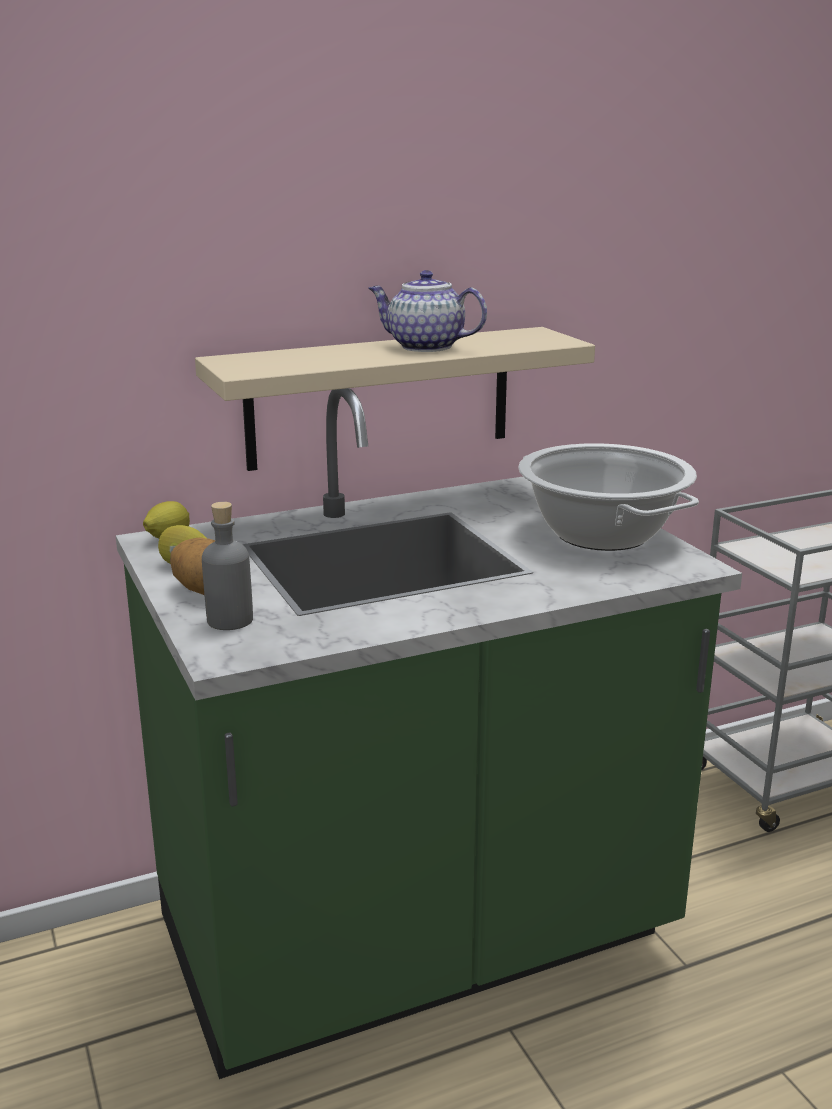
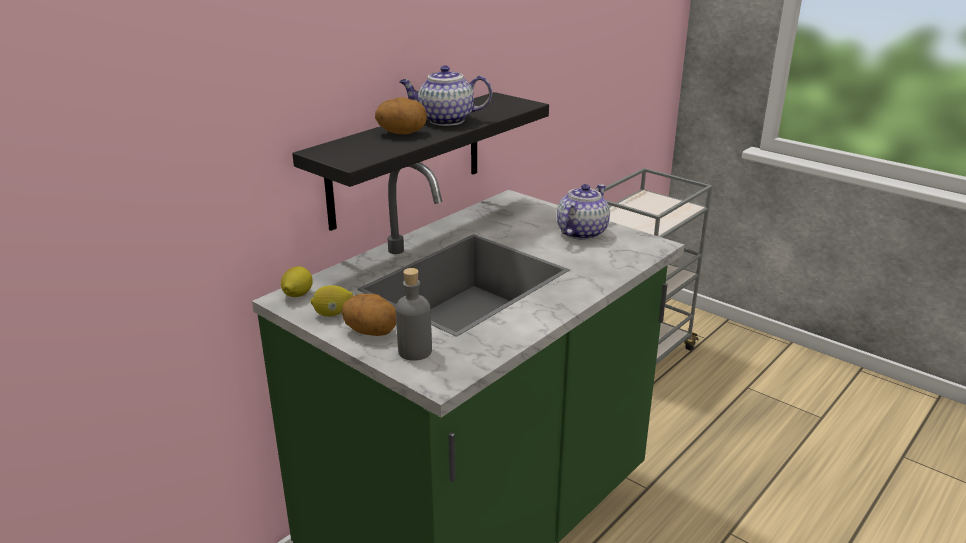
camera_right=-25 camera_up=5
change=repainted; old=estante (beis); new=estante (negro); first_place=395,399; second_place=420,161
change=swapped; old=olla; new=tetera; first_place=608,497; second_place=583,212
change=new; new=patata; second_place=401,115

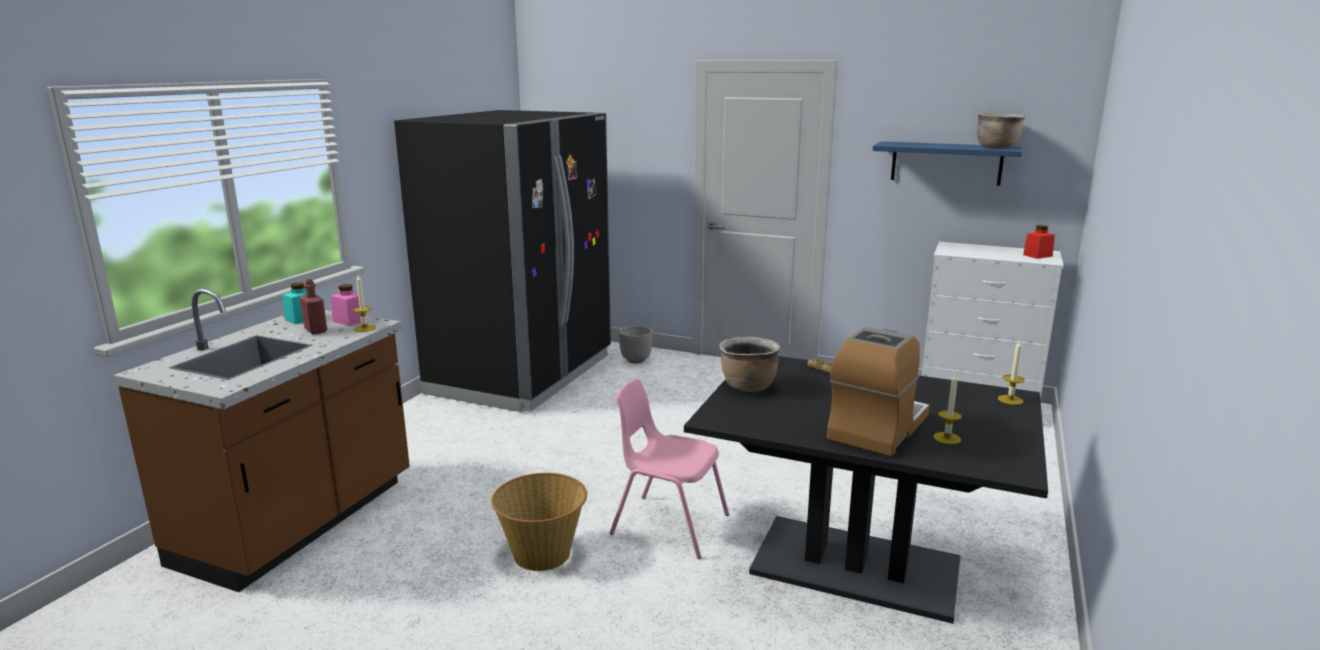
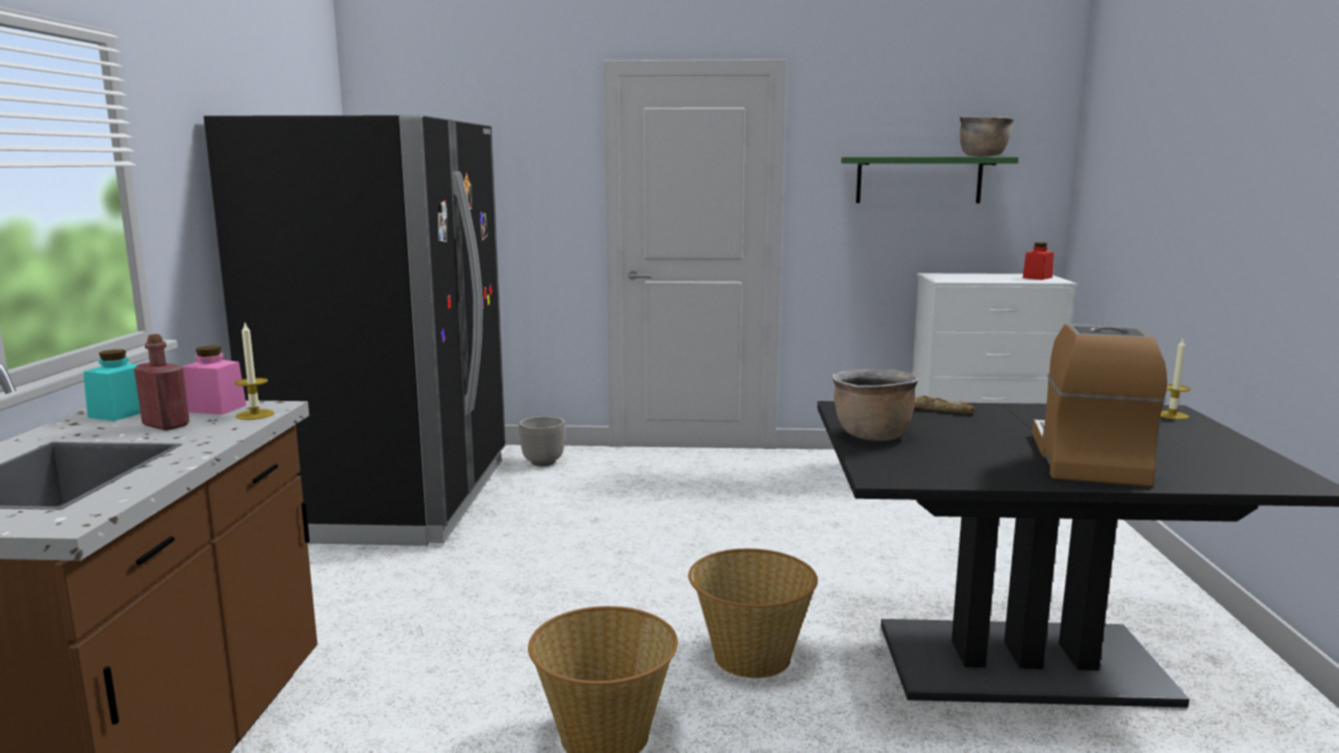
camera_right=-20 camera_up=-5
change=swapped; old=silla (rosa); new=cesta; first_place=669,469; second_place=753,613
change=repainted; old=estante (azul); new=estante (verde); first_place=947,163; second_place=930,180
change=gone; old=vela; first_place=947,408

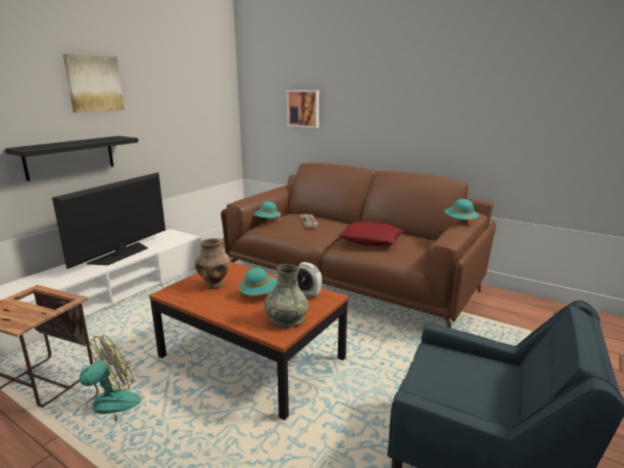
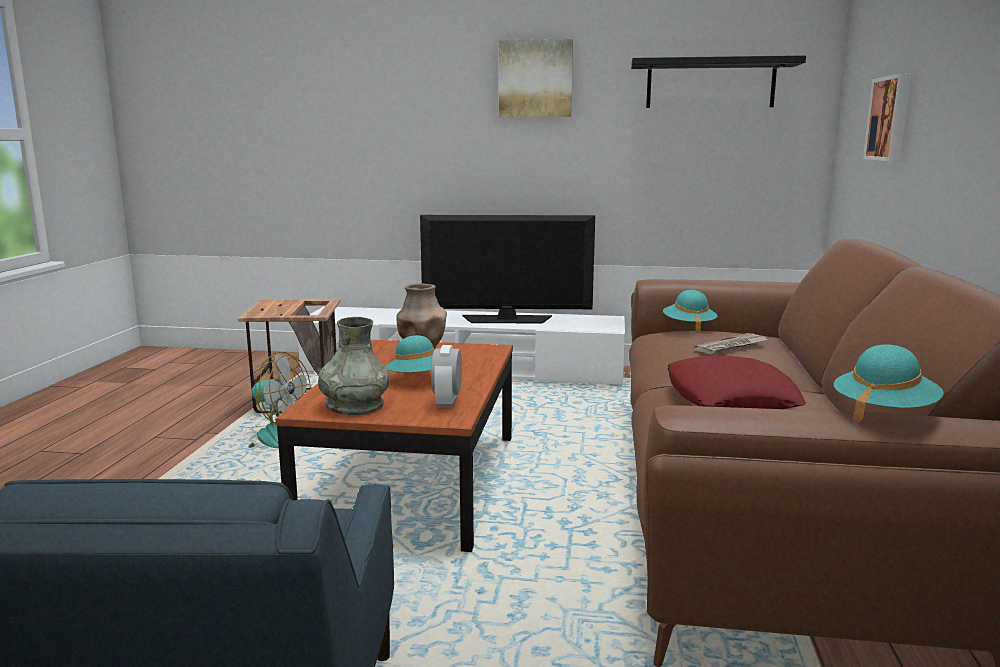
camera_right=65 camera_up=-5
change=shifted; old=estante (negro); first_place=71,158; second_place=718,81

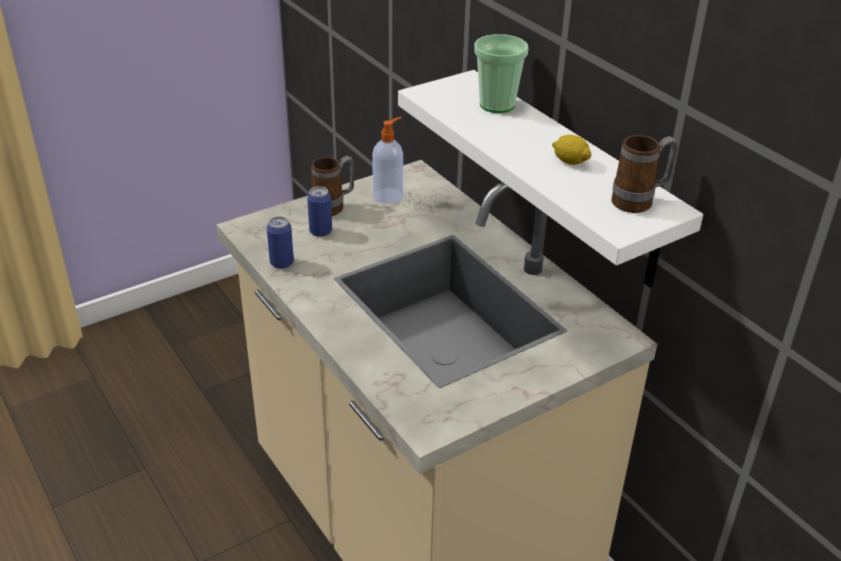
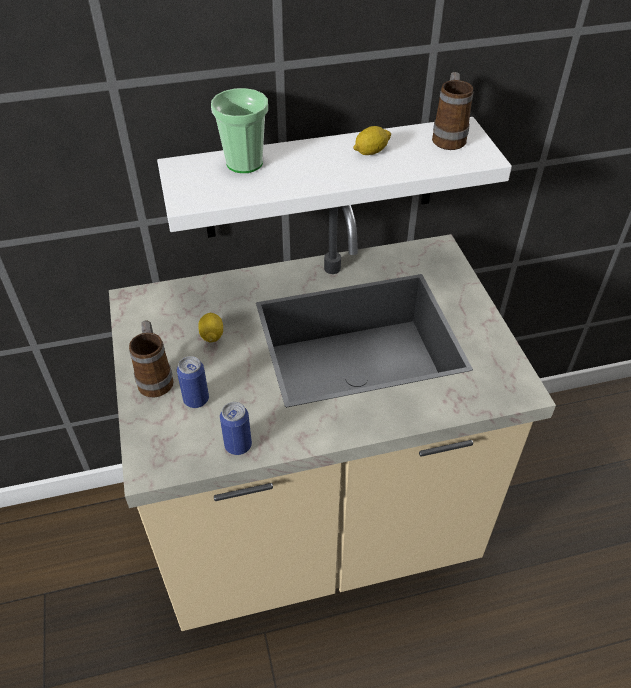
camera_right=-70 camera_up=10
change=gone; old=dispensador de jabón; first_place=387,160
change=new; new=limón; second_place=210,327

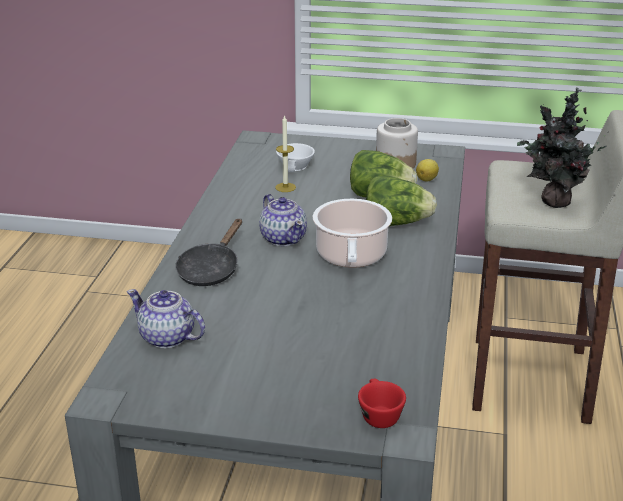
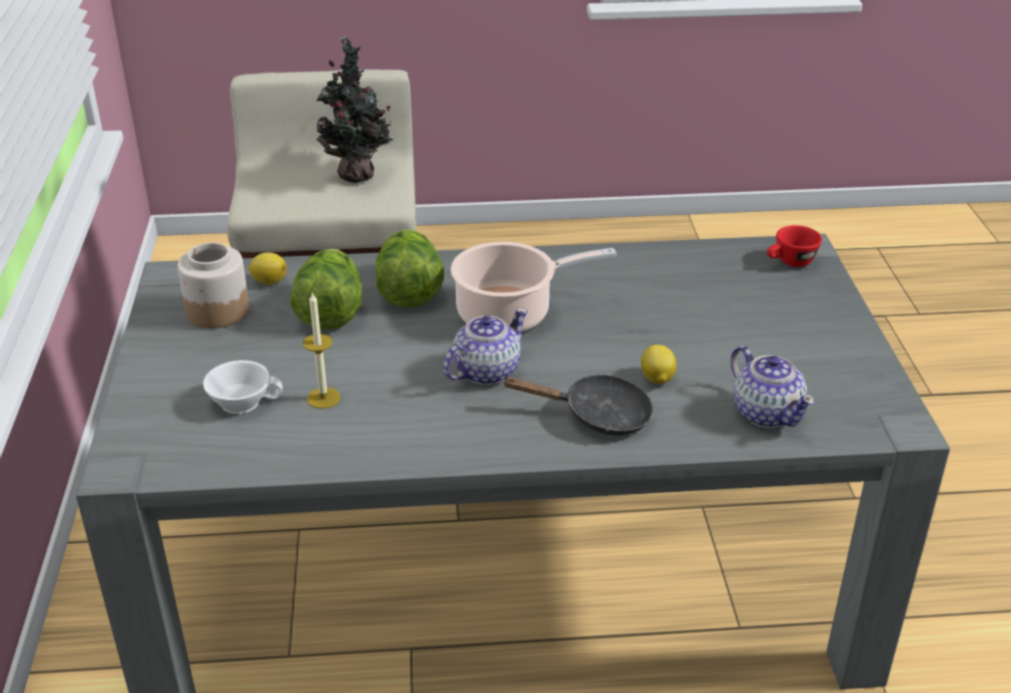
camera_right=-105 camera_up=5
change=rotated; old=tetera; first_place=166,318; second_place=772,387; degrees=-45
change=new; new=limón; second_place=658,364

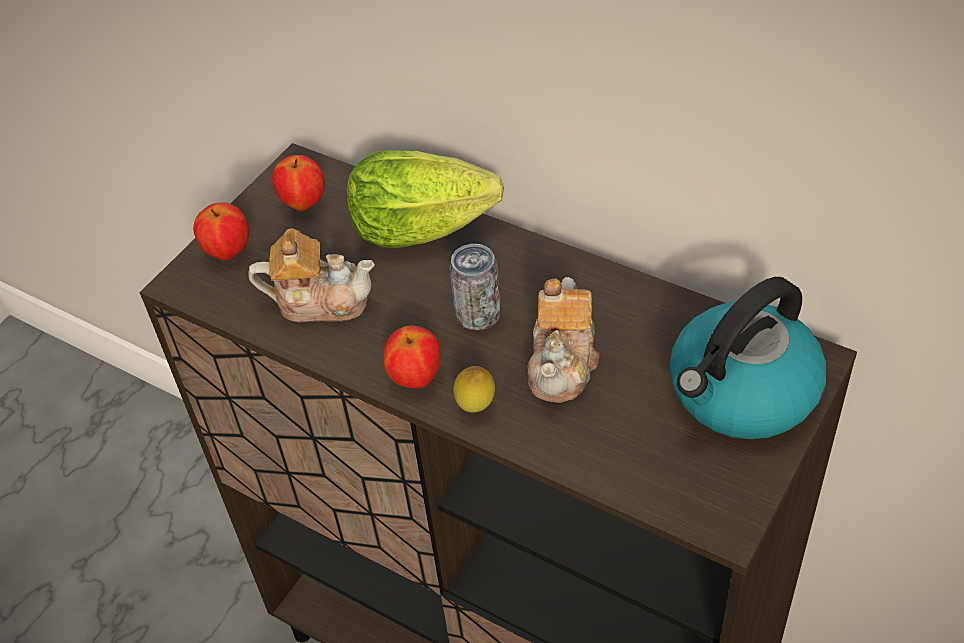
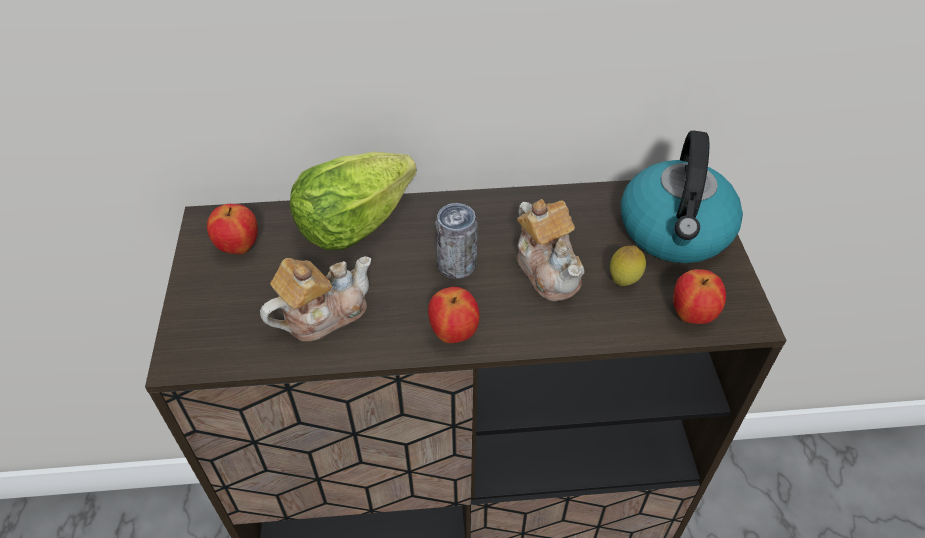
camera_right=-40 camera_up=0
change=shifted; old=manzana; first_place=221,231; second_place=699,296
change=shifted; old=limón; first_place=474,389; second_place=628,266

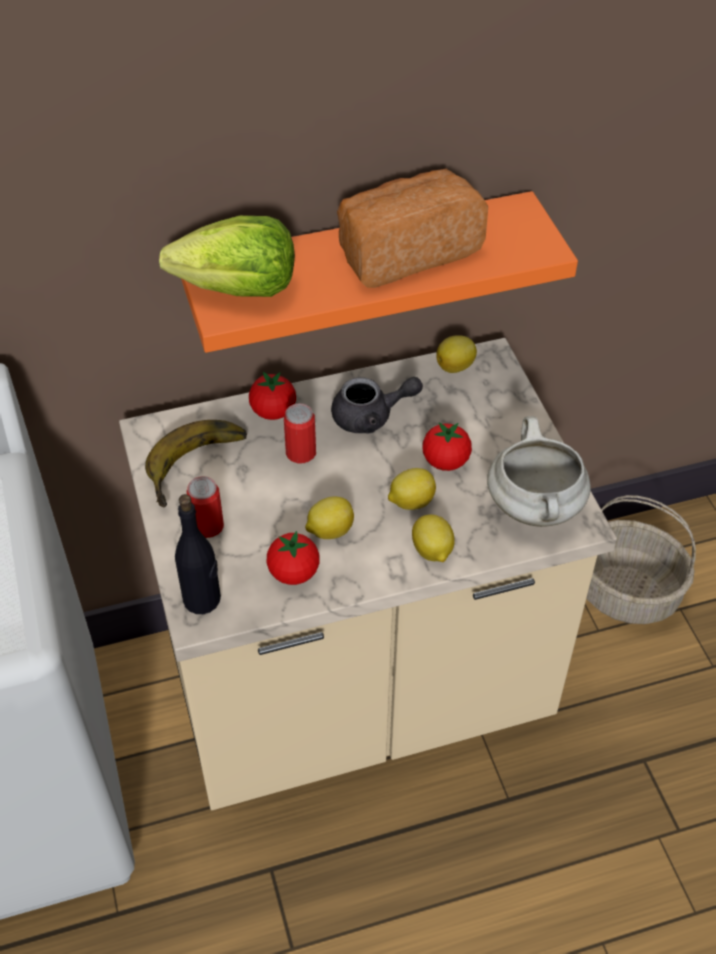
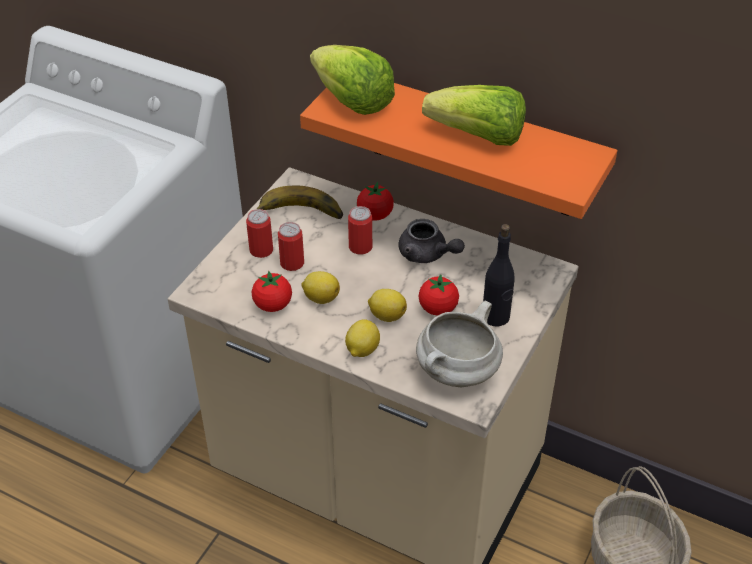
camera_right=45 camera_up=-5
change=shifted; old=botella (negro); first_place=198,554; second_place=499,275
change=swapped; old=pan; new=lechuga; first_place=412,228; second_place=474,115
change=gone; old=limón; first_place=456,354
change=new; new=lata; second_place=291,246

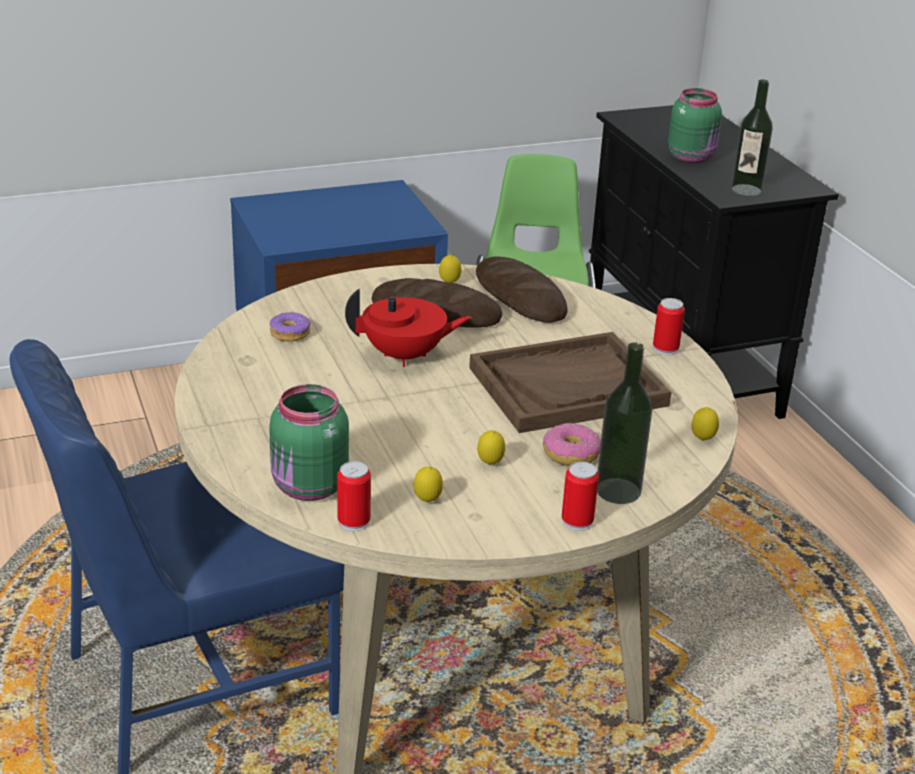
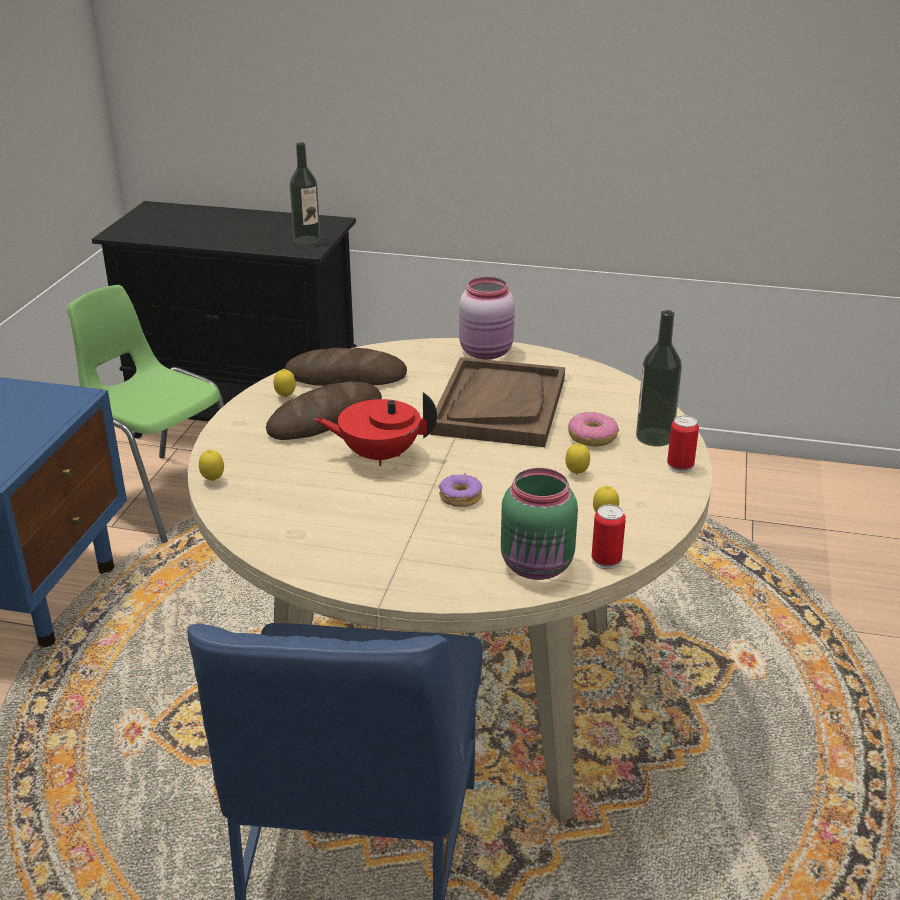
camera_right=-55 camera_up=0
change=shifted; old=rosquilla; first_place=290,327; second_place=460,490
change=rotated; old=tetera (rojo); first_place=408,327; second_place=376,429; degrees=-120
change=swapped; old=lata; new=tarro (rosa); first_place=669,326; second_place=487,318
change=gone; old=tarro (verde); first_place=695,125
change=shifted; old=limón; first_place=705,424; second_place=211,465

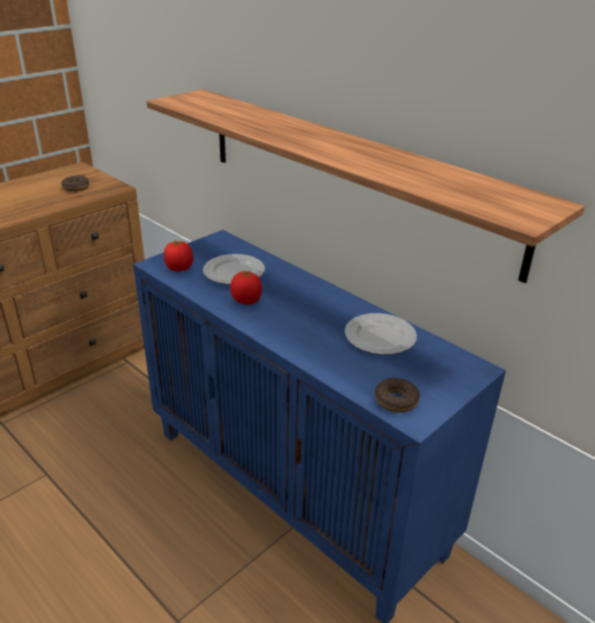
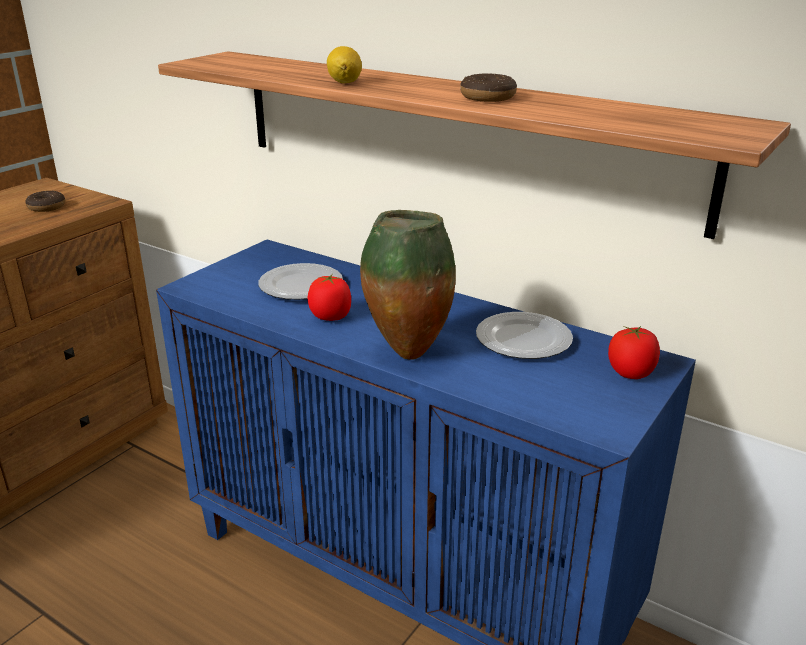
camera_right=-10 camera_up=-5
change=shifted; old=tomate; first_place=178,256; second_place=634,352
change=shifted; old=rosquilla; first_place=397,395; second_place=488,87
change=new; new=limón; second_place=344,64
change=new; new=florero; second_place=408,285

